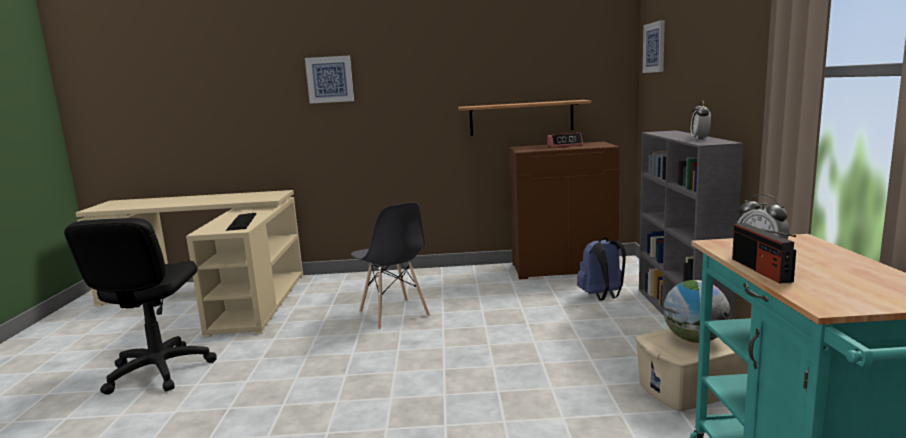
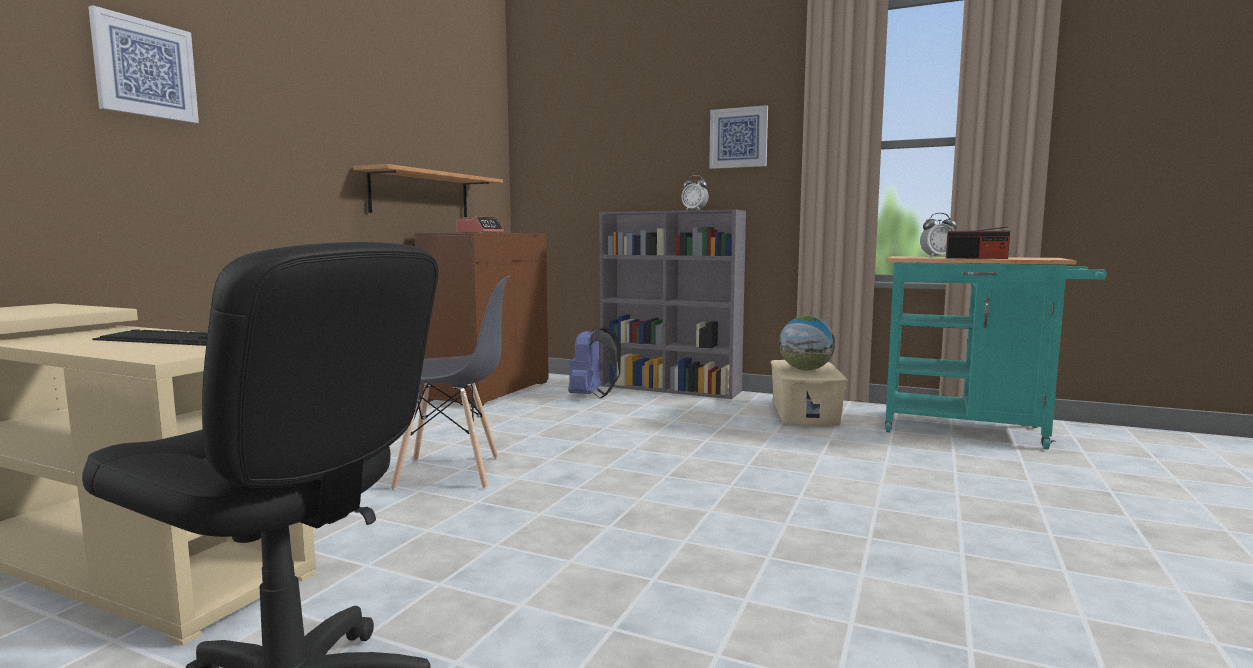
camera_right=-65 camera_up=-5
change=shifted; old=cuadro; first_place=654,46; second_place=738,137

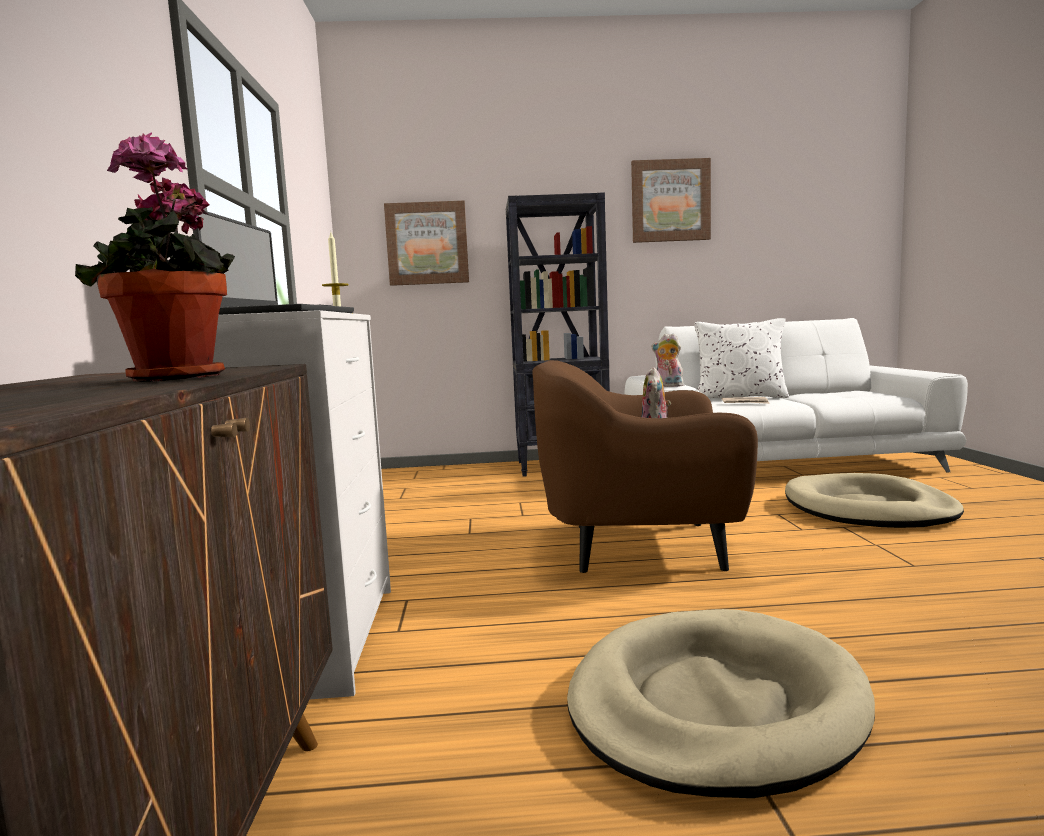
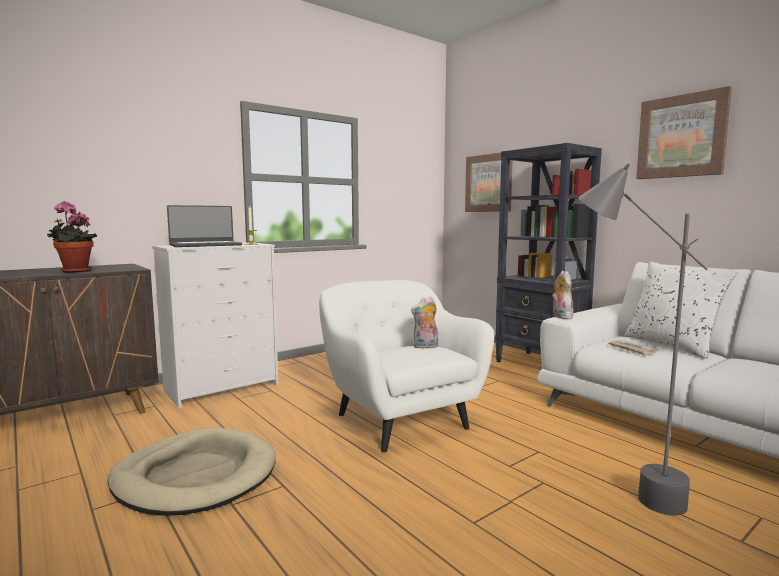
camera_right=55 camera_up=0
change=repainted; old=sillón (marrón); new=sillón (blanco); first_place=645,466; second_place=406,366
change=swapped; old=cama para perro (beis); new=lámpara de pie (gris); first_place=874,500; second_place=643,340

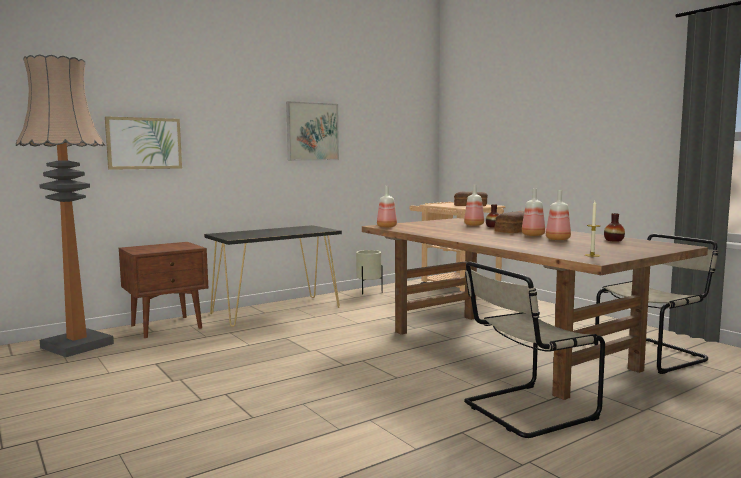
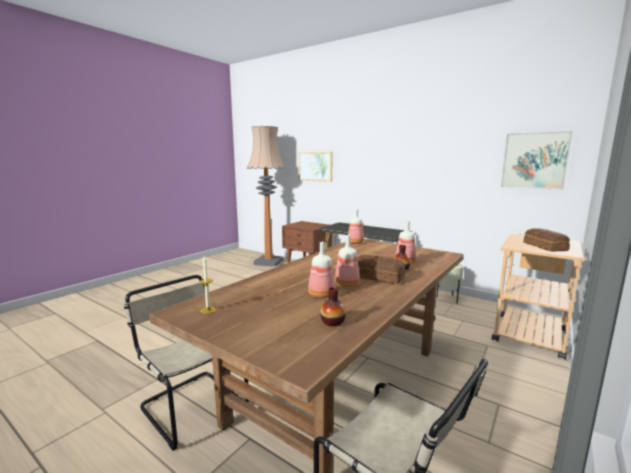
camera_right=70 camera_up=5
change=shifted; old=cuadro; first_place=312,131; second_place=537,160

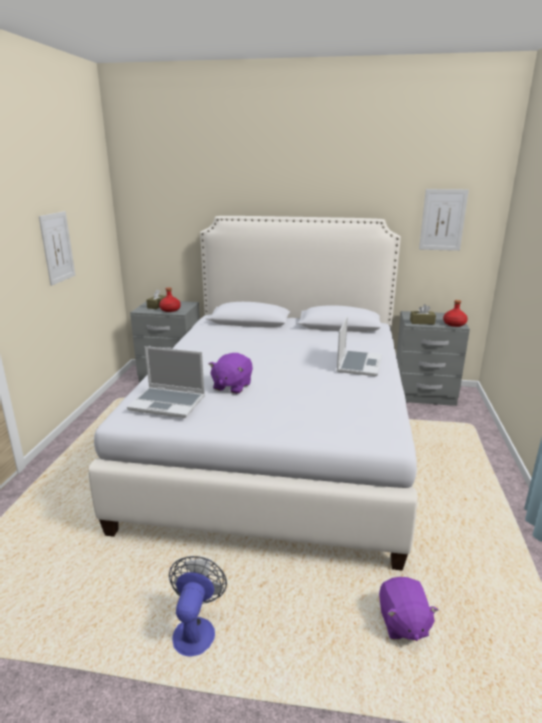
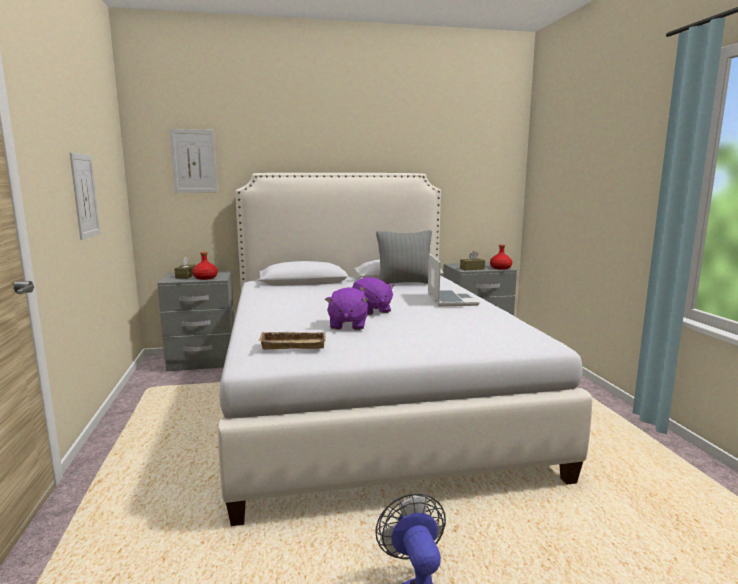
camera_right=-20 camera_up=-10
change=swapped; old=portátil; new=bandeja (beis); first_place=166,382; second_place=292,340
change=shifted; old=peluche (morado); first_place=408,609; second_place=373,296
change=shifted; old=cuadro; first_place=444,220; second_place=193,161
change=new; new=cojín (gris); second_place=404,257

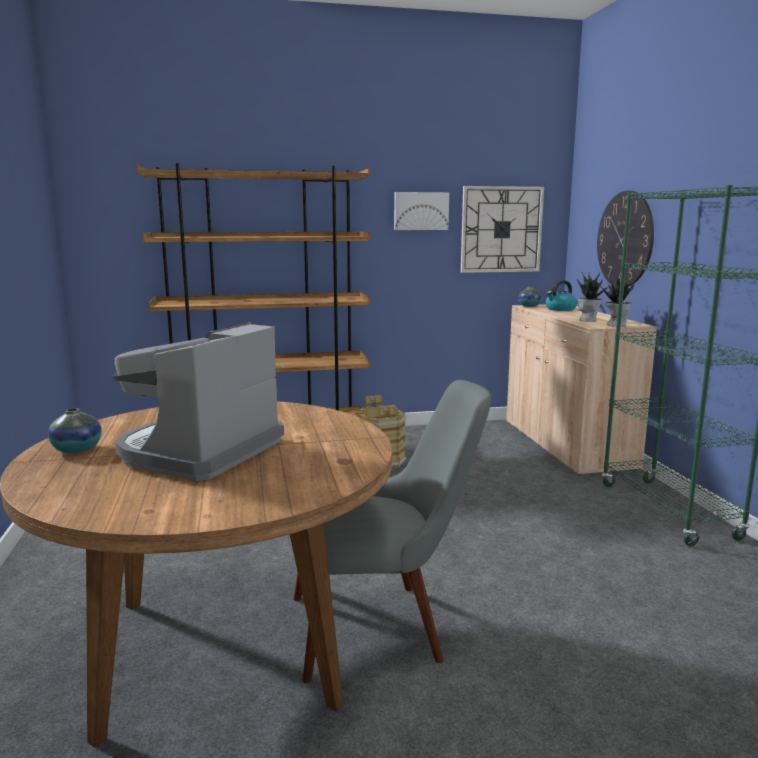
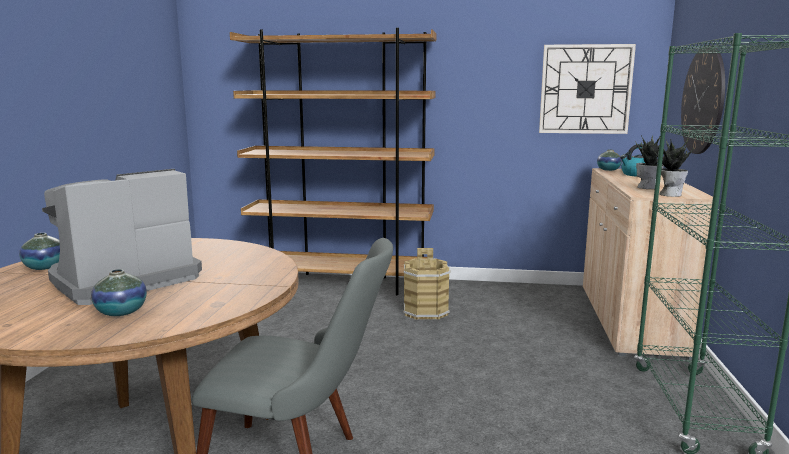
camera_right=20 camera_up=0
change=gone; old=cuadro; first_place=421,211
change=new; new=florero; second_place=119,292

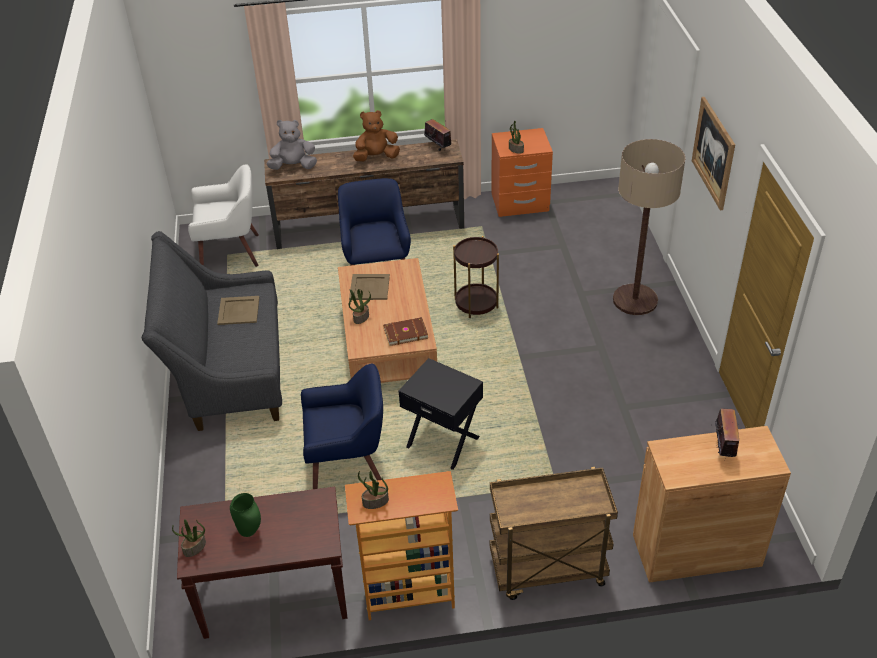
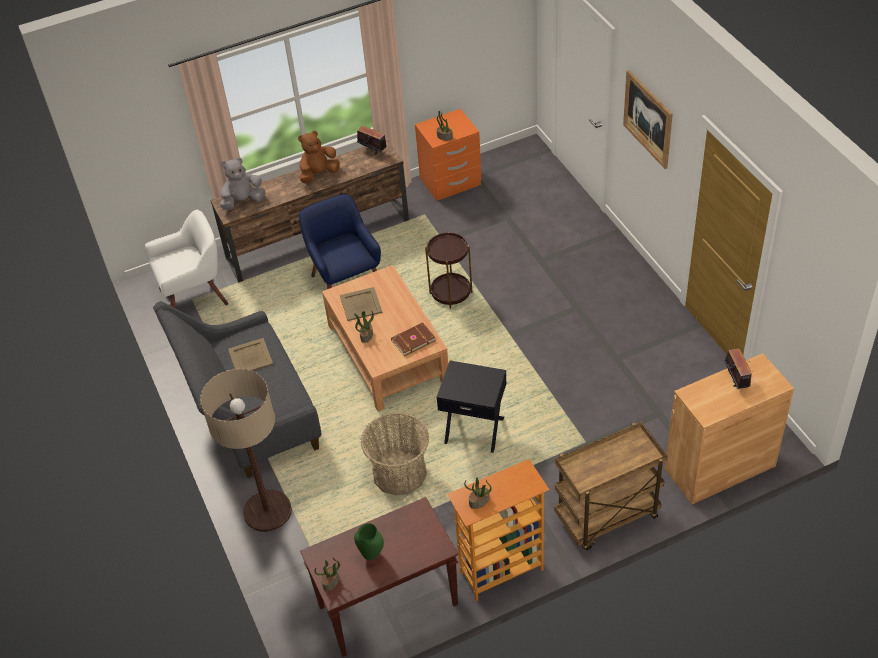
camera_right=-15 camera_up=5
change=swapped; old=sillón (azul); new=cesta; first_place=342,426; second_place=395,454
change=shifted; old=lámpara de pie; first_place=649,227; second_place=246,450

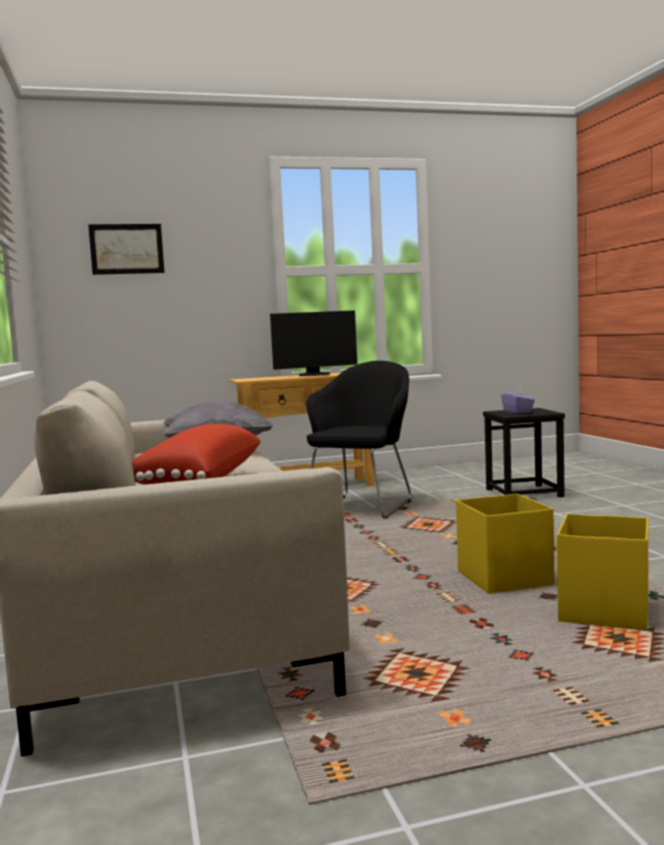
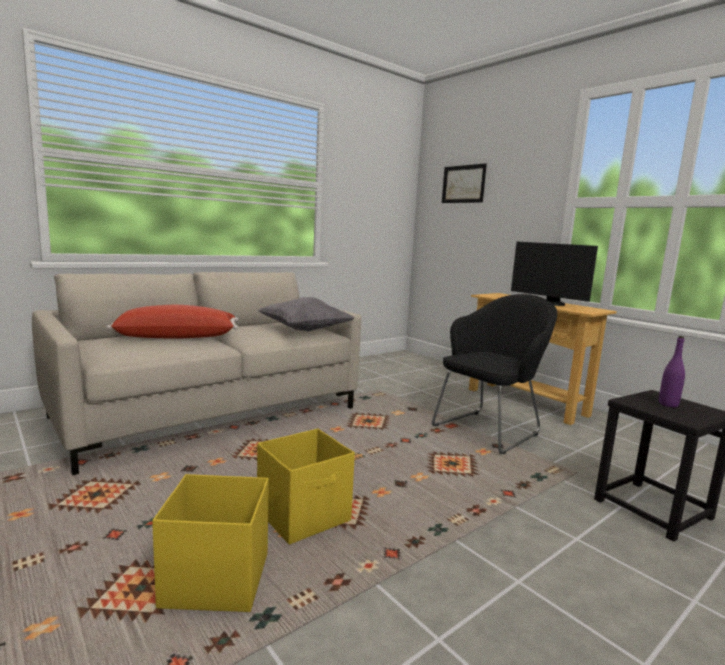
camera_right=65 camera_up=5
change=rotated; old=sillón (negro); first_place=358,440; second_place=494,374; degrees=-45
change=swapped; old=caja de pañuelos (morado); new=botella (morado); first_place=518,399; second_place=672,371

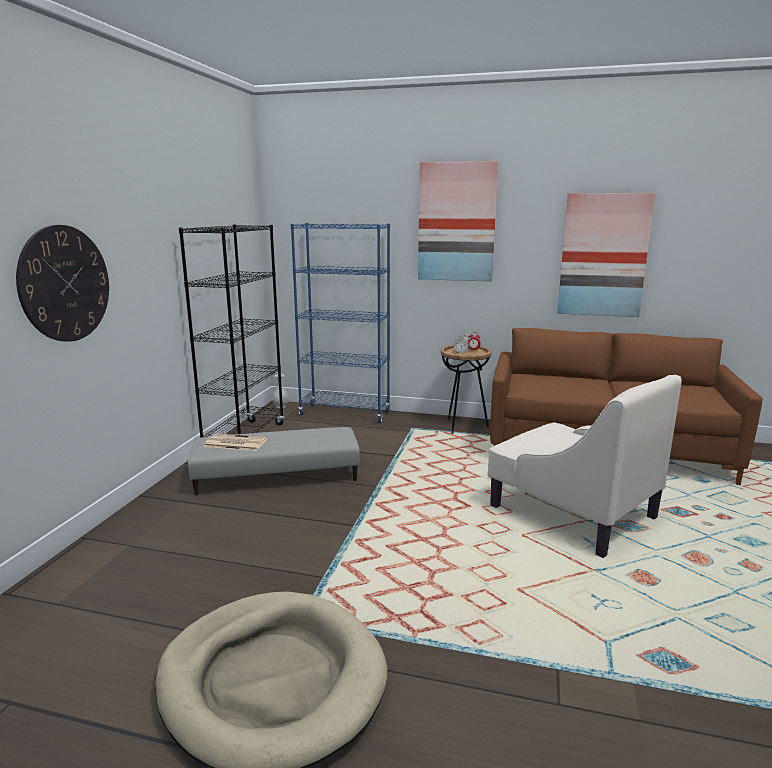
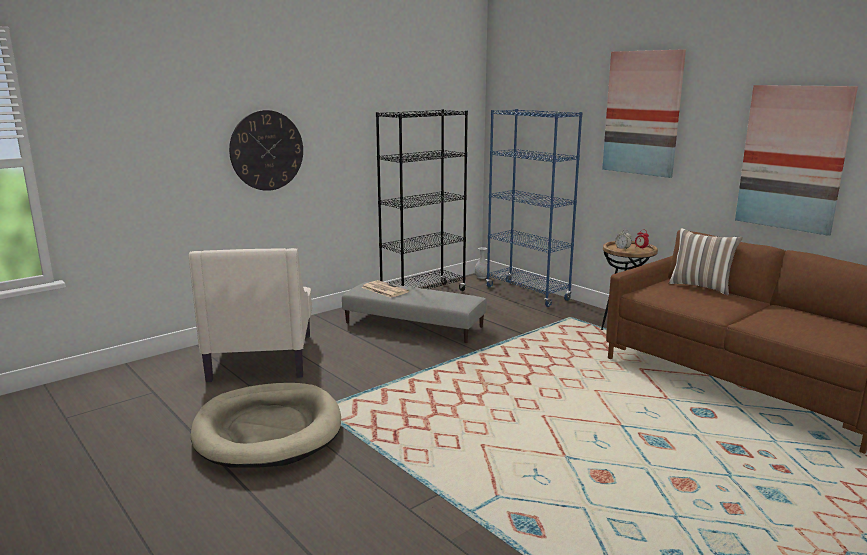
camera_right=35 camera_up=0
change=shifted; old=sillón (beis); first_place=584,466; second_place=250,315
change=new; new=cojín; second_place=706,261

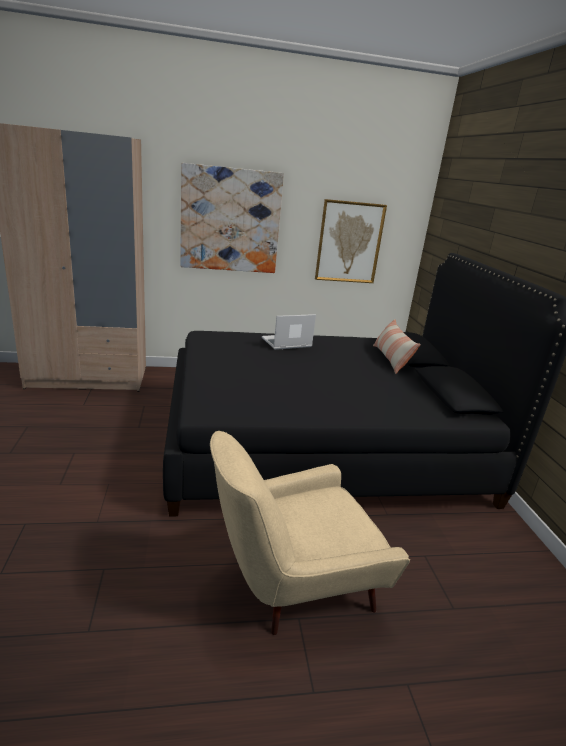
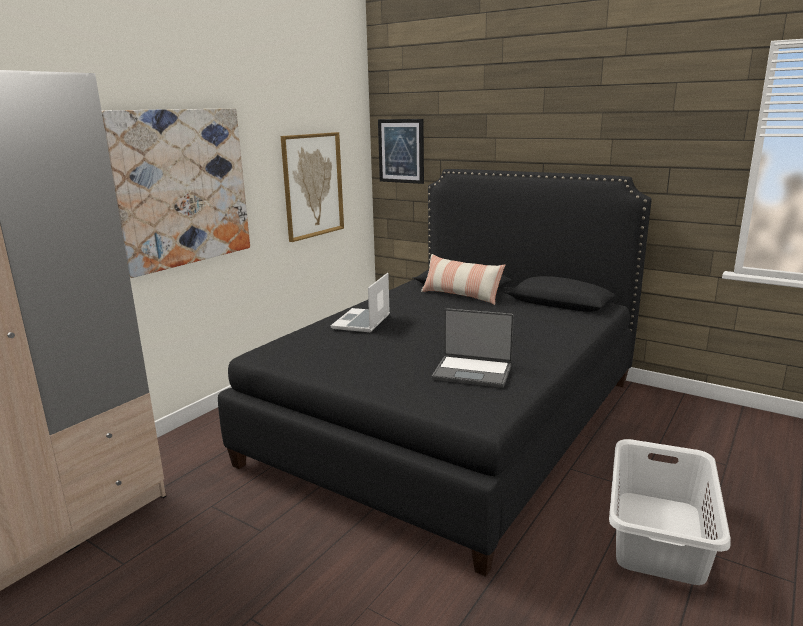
camera_right=-45 camera_up=-5
change=swapped; old=sillón (beis); new=cesto de la ropa (gris); first_place=310,533; second_place=670,512
change=new; new=cuadro; second_place=401,151
change=new; new=portátil; second_place=473,348

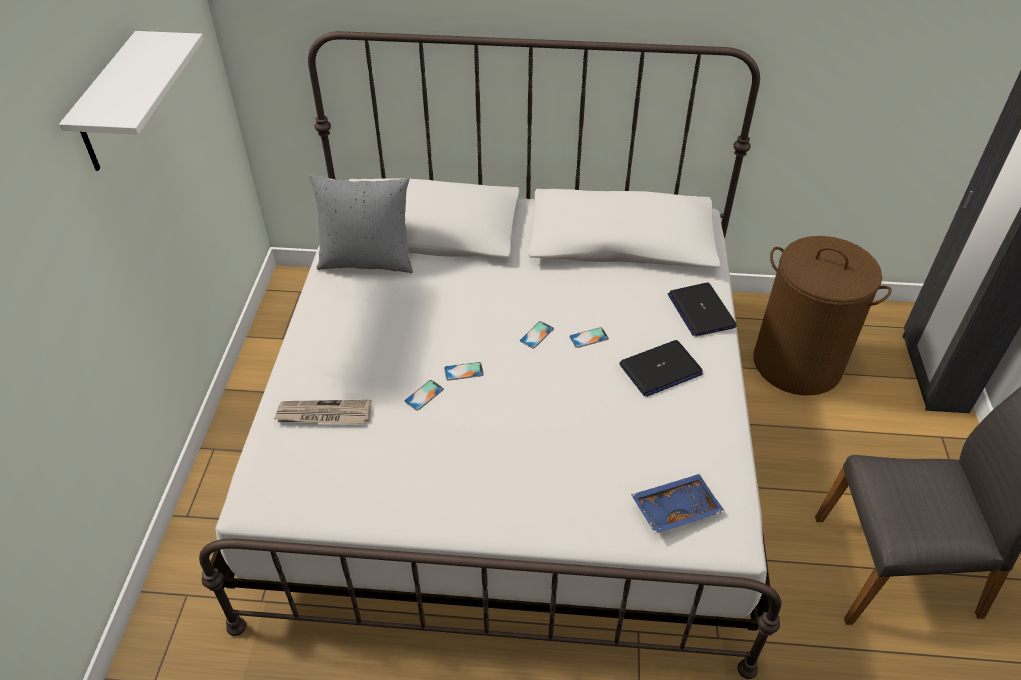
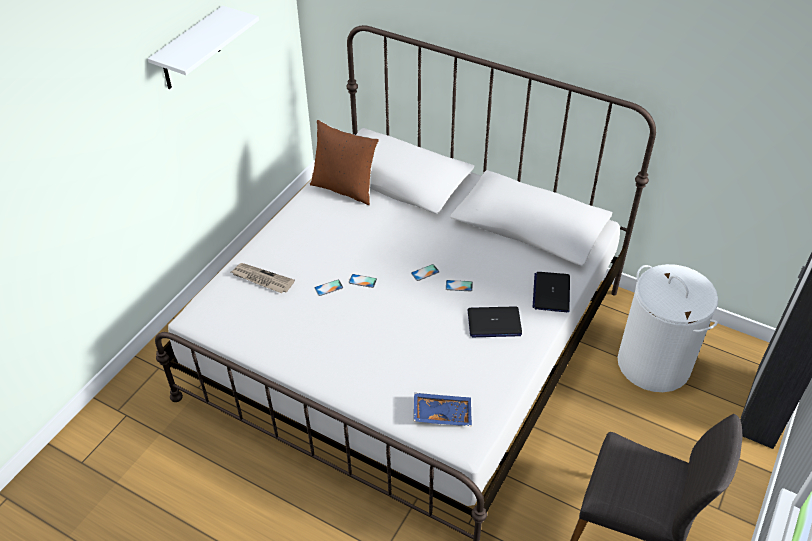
camera_right=25 camera_up=0
change=repainted; old=cojín (gris); new=cojín (marrón); first_place=361,223; second_place=344,162
change=repainted; old=cesto de la ropa (marrón); new=cesto de la ropa (blanco); first_place=823,316; second_place=668,328

